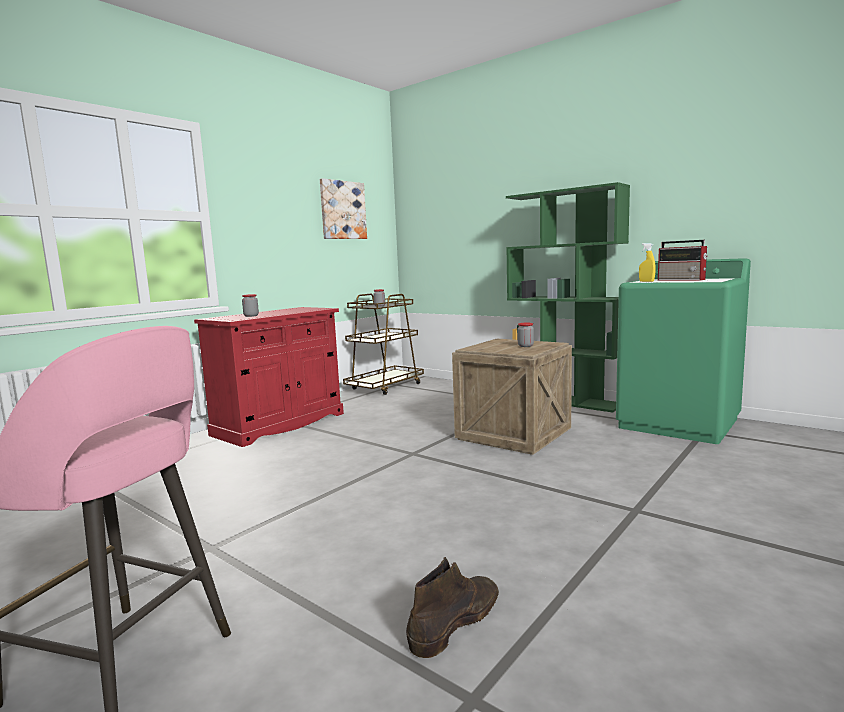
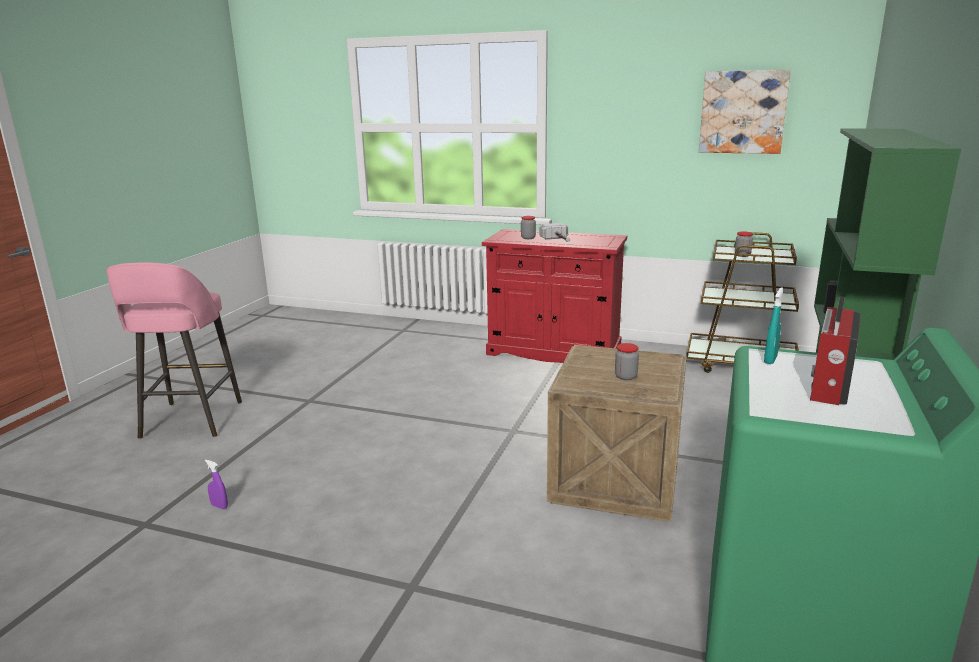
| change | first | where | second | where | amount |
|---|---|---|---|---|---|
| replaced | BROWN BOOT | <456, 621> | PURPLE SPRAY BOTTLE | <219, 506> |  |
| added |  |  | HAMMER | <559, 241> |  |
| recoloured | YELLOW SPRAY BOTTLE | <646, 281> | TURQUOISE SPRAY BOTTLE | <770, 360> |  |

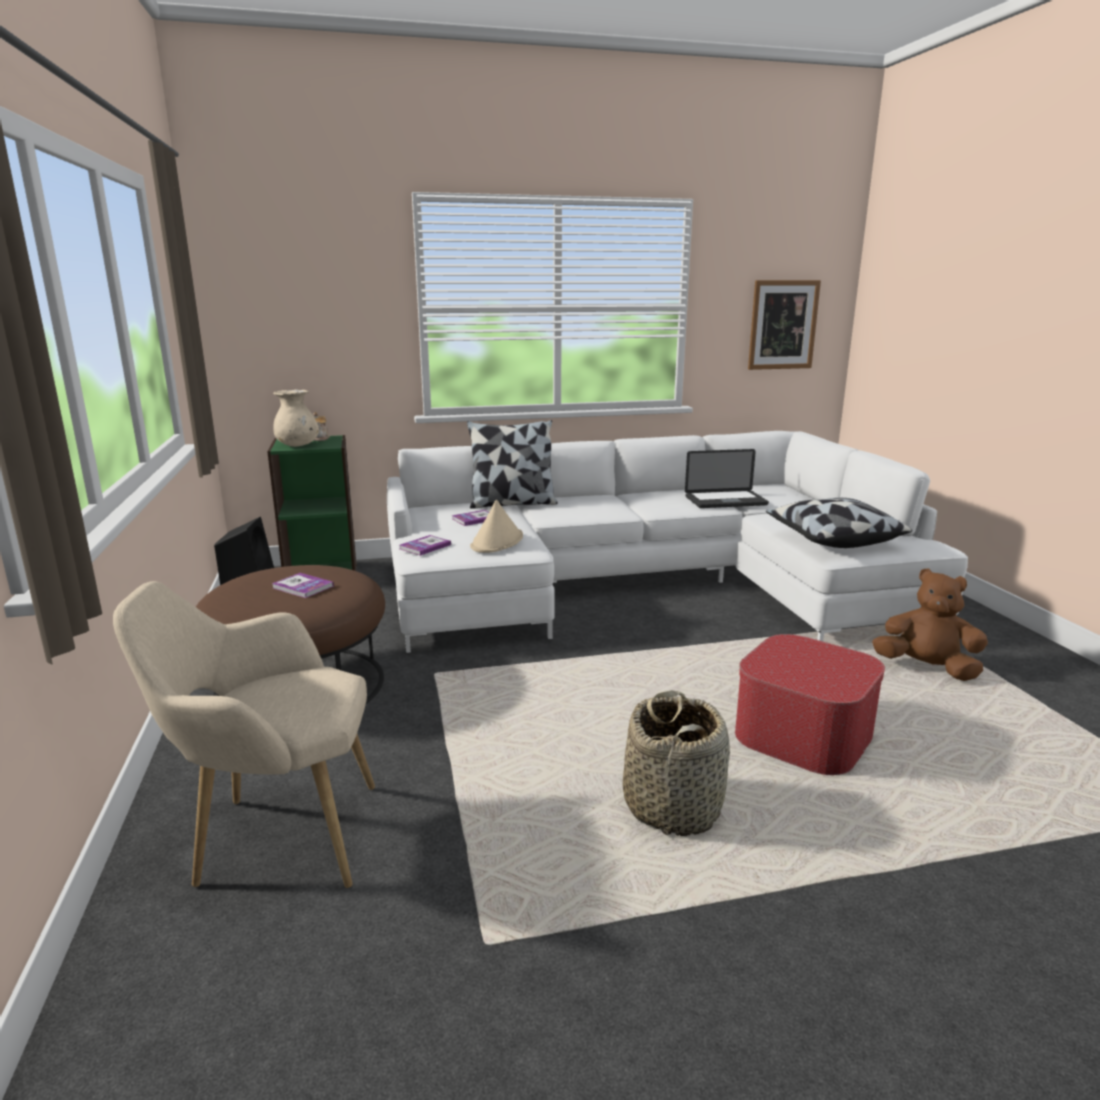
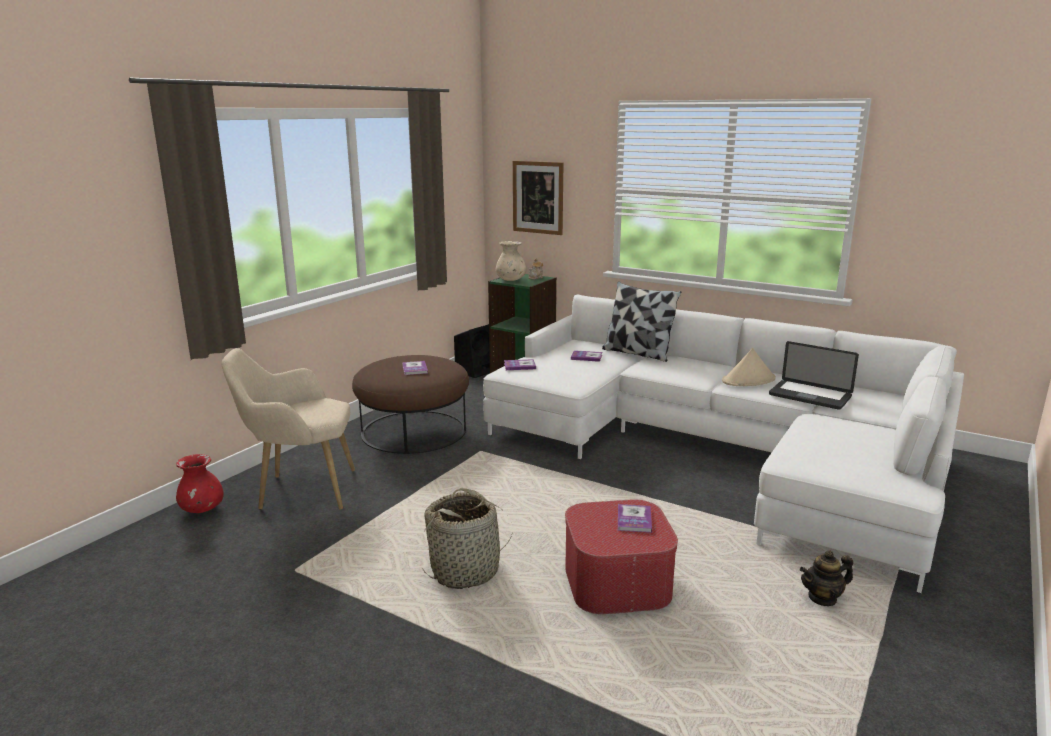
| change | first | where | second | where | amount |
|---|---|---|---|---|---|
| added |  |  | RED VASE | <202, 509> |  |
| turned | BEIGE ARMCHAIR | <276, 837> |  | <300, 490> | 45 degrees counterclockwise |
| moved | PICTURE | <783, 325> |  | <538, 197> |  |
| added |  |  | BOOK | <634, 520> |  |
| moved | BEIGE HAT | <497, 542> |  | <748, 380> |  |
| replaced | BROWN PLUSH TOY | <926, 668> | TEAPOT | <823, 599> |  |
| removed | PILLOW | <832, 539> |  |  |  |

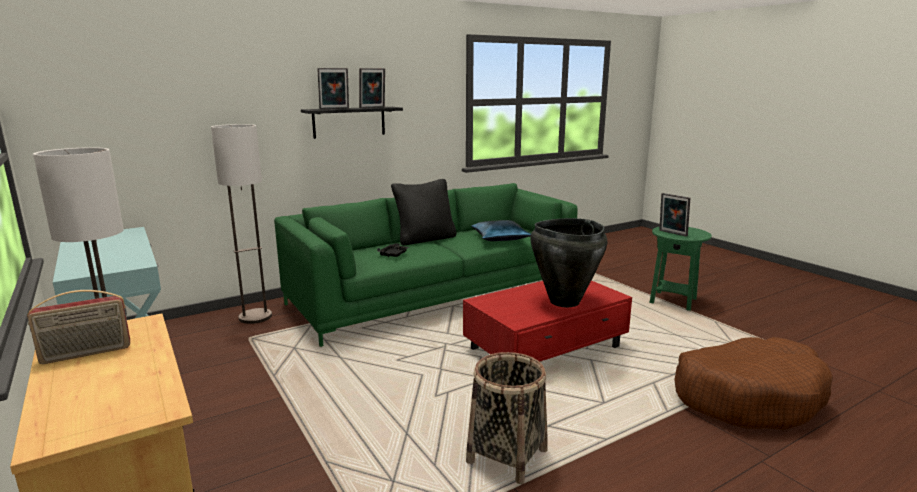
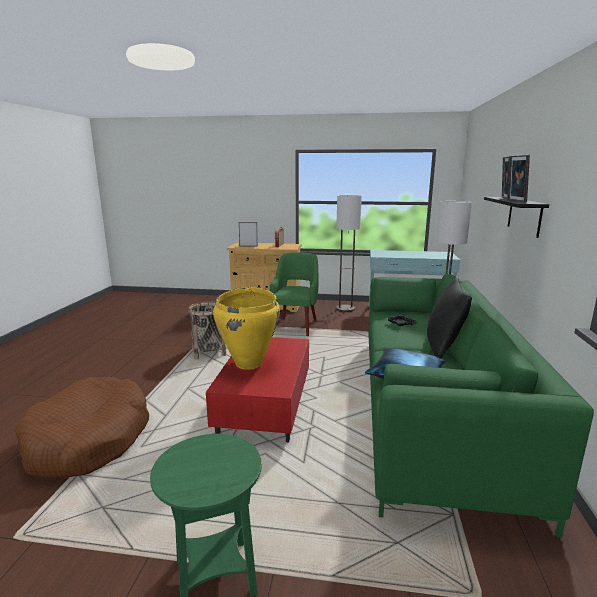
| change | first | where | second | where | amount |
|---|---|---|---|---|---|
| recoloured | BLACK VASE | <564, 301> | YELLOW VASE | <249, 364> |  |
| moved | PICTURE FRAME | <672, 233> |  | <248, 246> |  |
| added |  |  | GREEN ARMCHAIR | <295, 326> |  |

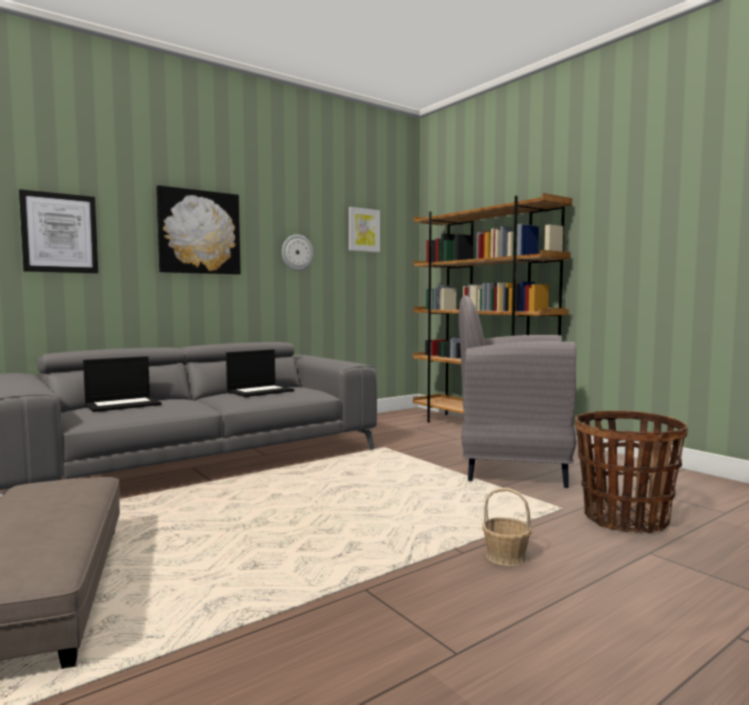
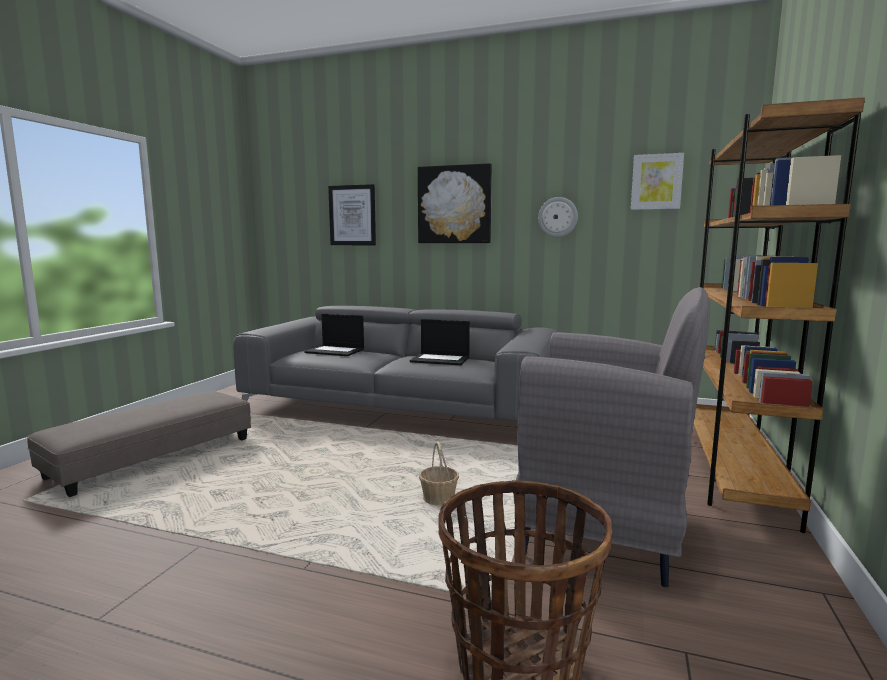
| change | first | where | second | where | amount |
|---|---|---|---|---|---|
| moved | BASKET | <506, 557> |  | <438, 499> |  |
| turned | GREY ARMCHAIR | <511, 468> |  | <603, 531> | 135 degrees clockwise |

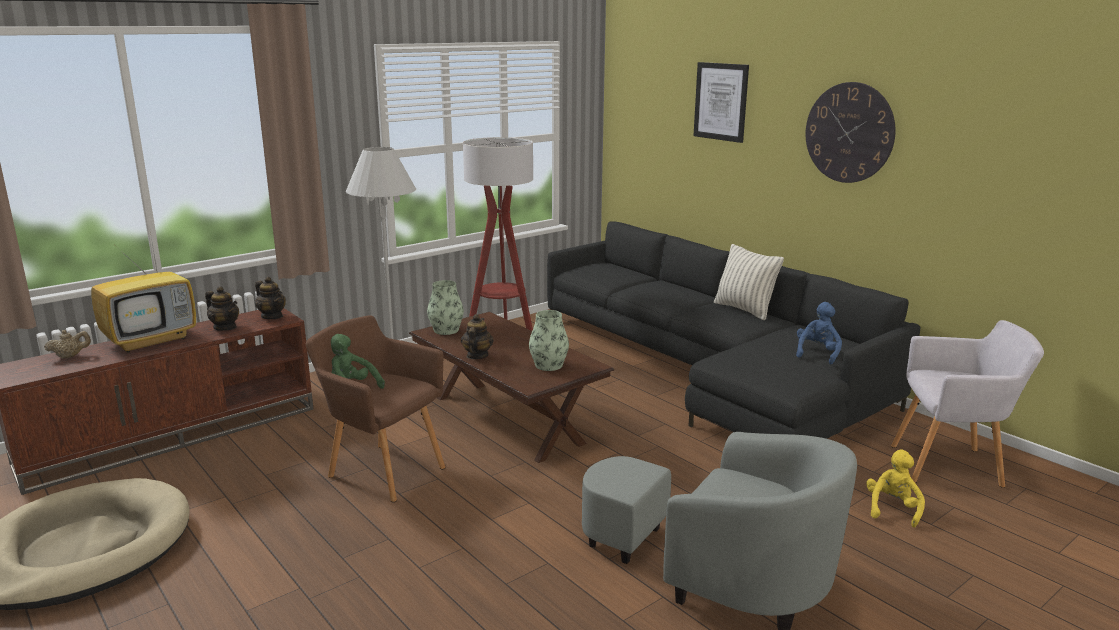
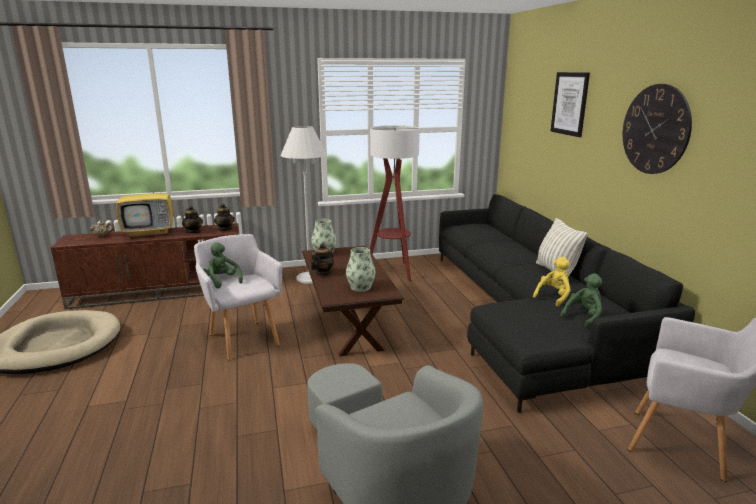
| change | first | where | second | where | amount |
|---|---|---|---|---|---|
| recoloured | BROWN ARMCHAIR | <383, 470> | GREY ARMCHAIR | <243, 338> |  |
| moved | YELLOW PLUSH TOY | <892, 509> |  | <553, 297> |  |
| recoloured | BLUE PLUSH TOY | <817, 353> | GREEN PLUSH TOY | <583, 317> |  |

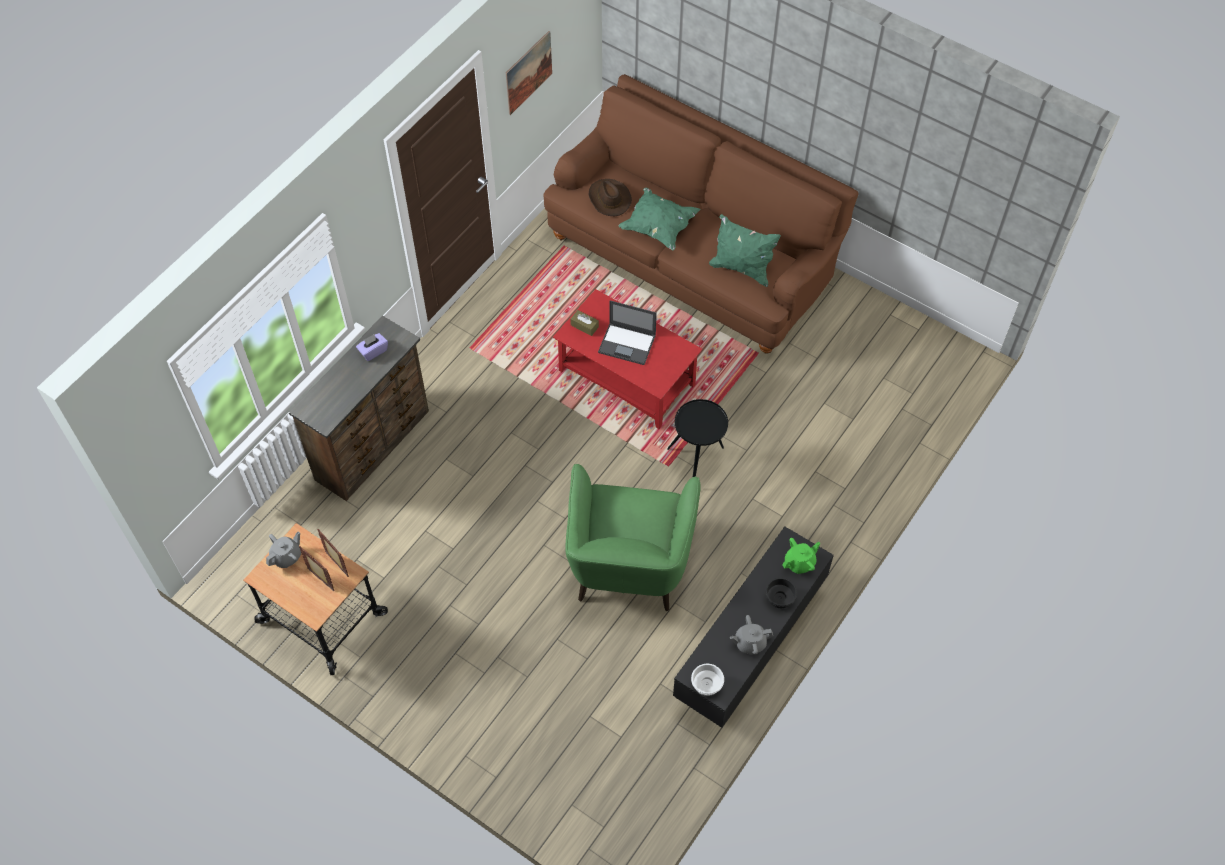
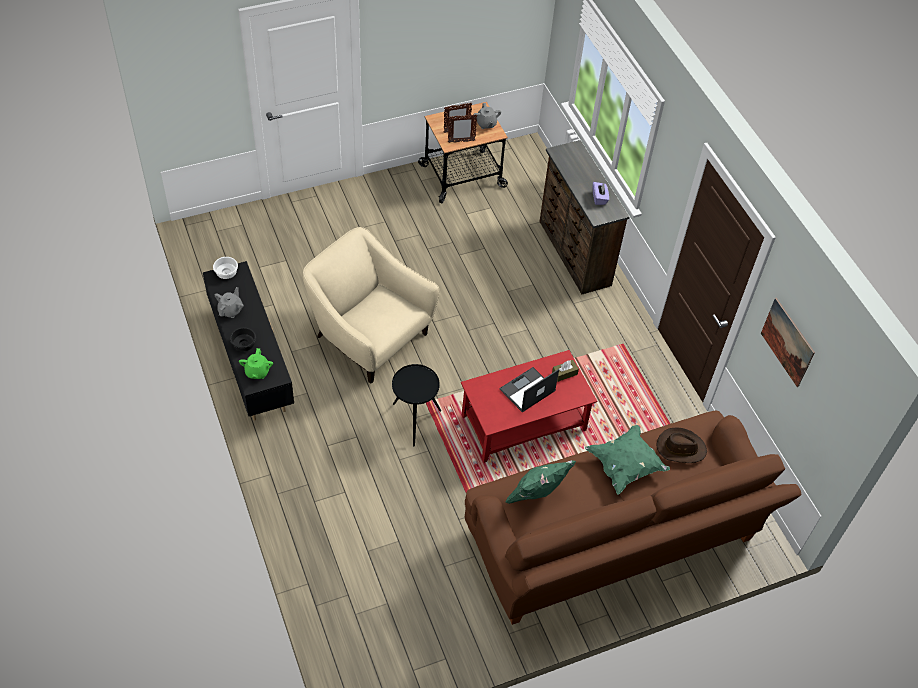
| change | first | where | second | where | amount |
|---|---|---|---|---|---|
| recoloured | GREEN ARMCHAIR | <628, 563> | BEIGE ARMCHAIR | <369, 336> |  |

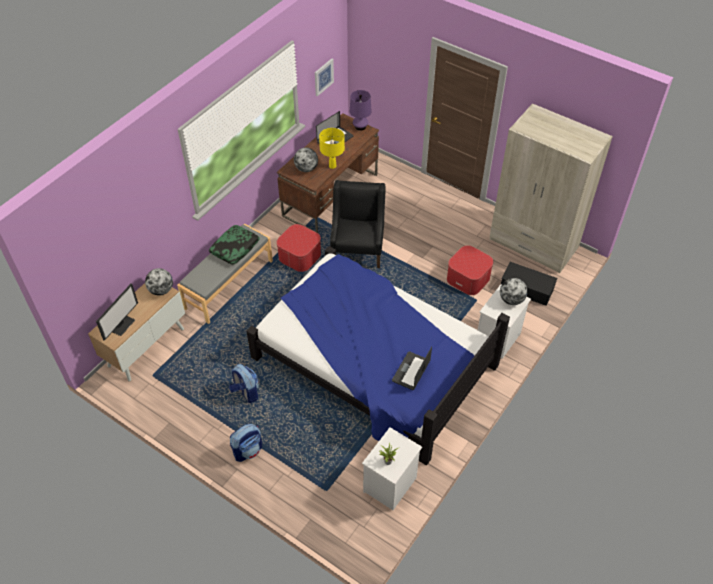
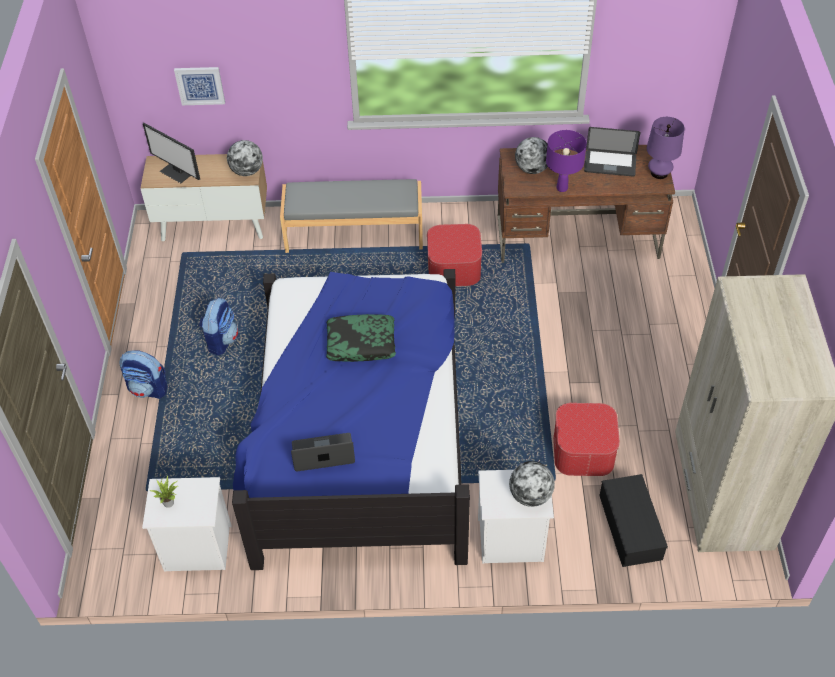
| change | first | where | second | where | amount |
|---|---|---|---|---|---|
| turned | MONITOR | <122, 325> |  | <177, 172> | 45 degrees clockwise |
| moved | PICTURE | <323, 77> |  | <200, 85> |  |
| moved | PILLOW | <235, 248> |  | <361, 343> |  |
| recoloured | YELLOW TABLE LAMP | <332, 166> | PURPLE TABLE LAMP | <562, 188> |  |
| removed | BLACK ARMCHAIR | <358, 249> |  |  |  |

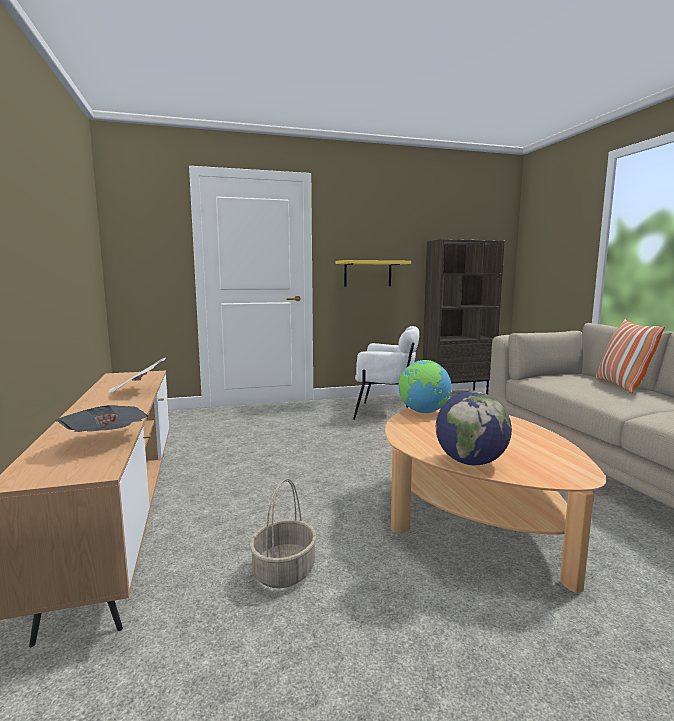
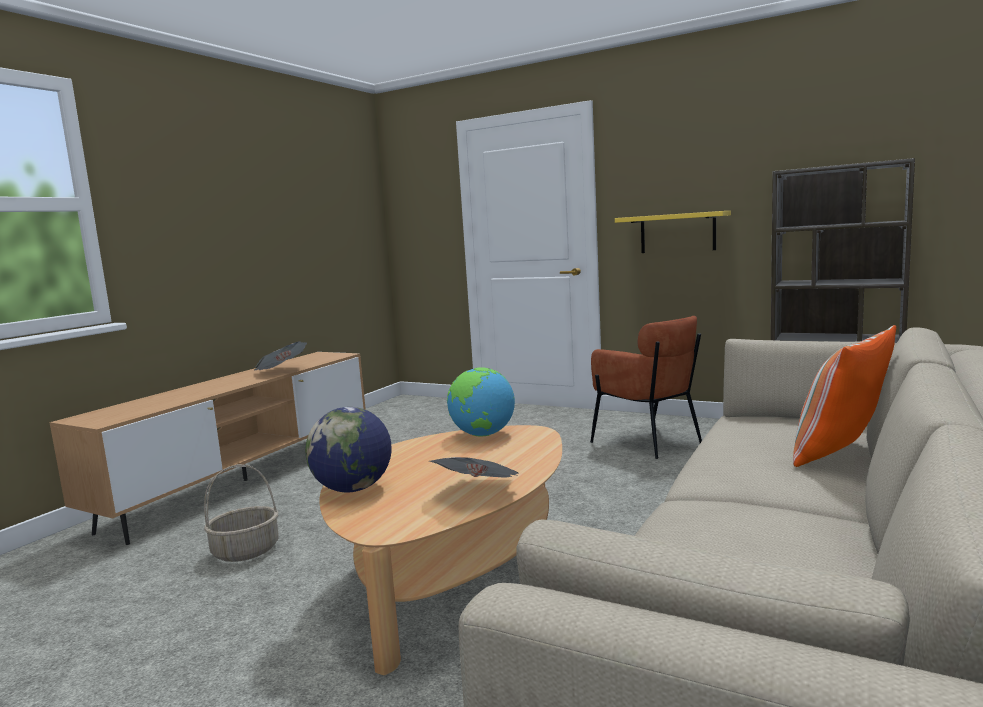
| change | first | where | second | where | amount |
|---|---|---|---|---|---|
| moved | NEWSPAPER | <107, 441> |  | <479, 492> |  |
| recoloured | WHITE ARMCHAIR | <385, 412> | BROWN ARMCHAIR | <649, 442> |  |

